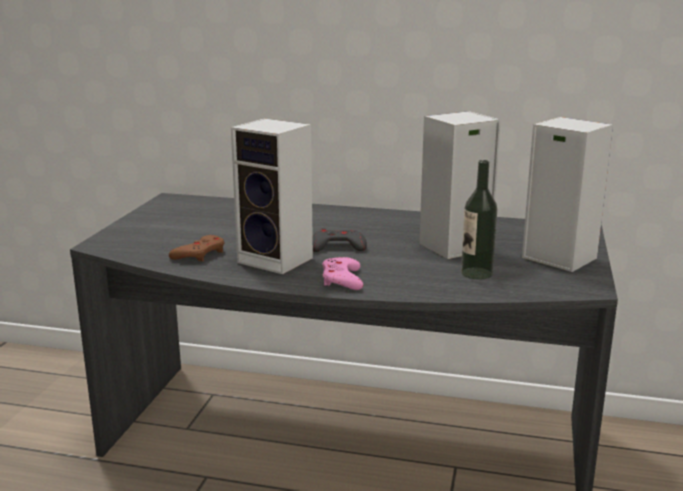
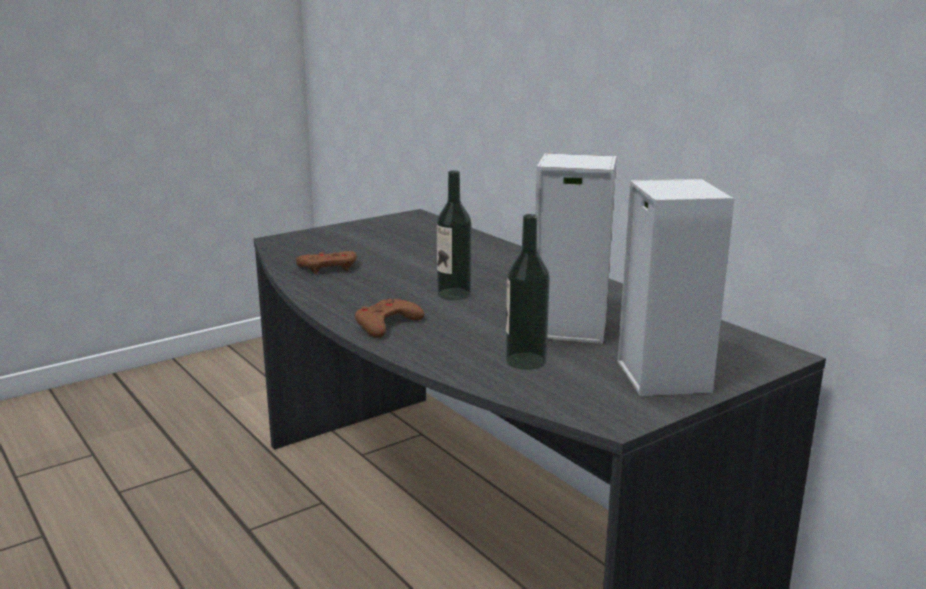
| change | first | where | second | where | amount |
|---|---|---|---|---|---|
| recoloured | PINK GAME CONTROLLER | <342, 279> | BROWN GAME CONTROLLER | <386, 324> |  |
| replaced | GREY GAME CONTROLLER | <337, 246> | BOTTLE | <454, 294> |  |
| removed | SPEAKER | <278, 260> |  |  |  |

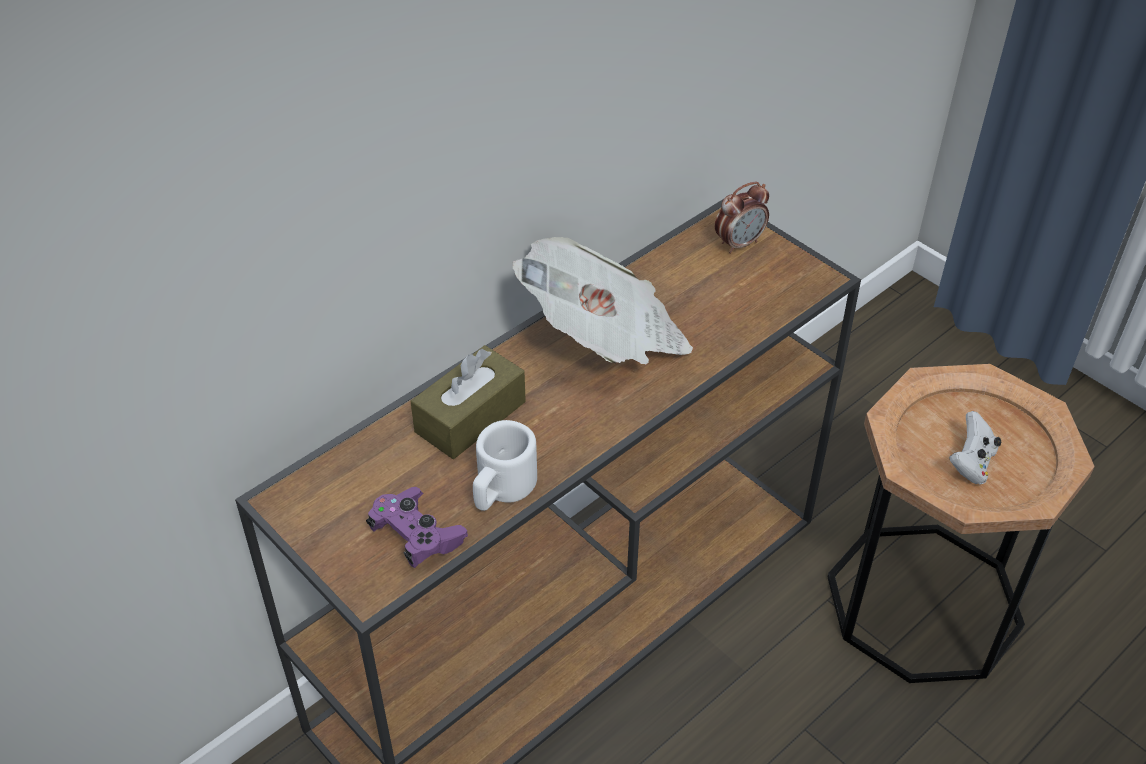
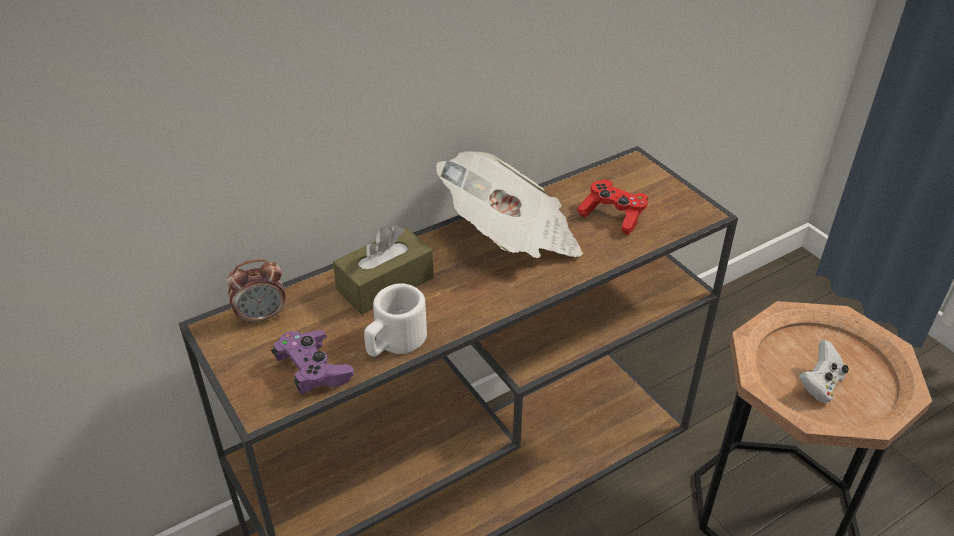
| change | first | where | second | where | amount |
|---|---|---|---|---|---|
| moved | ALARM CLOCK | <739, 243> |  | <262, 316> |  |
| added |  |  | RED GAME CONTROLLER | <613, 216> |  |

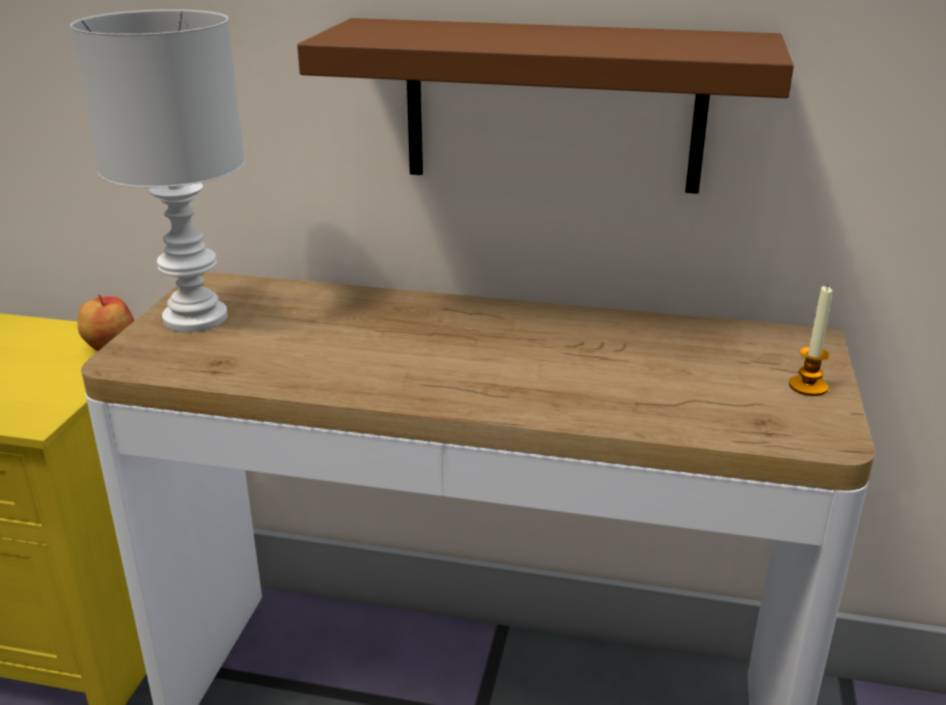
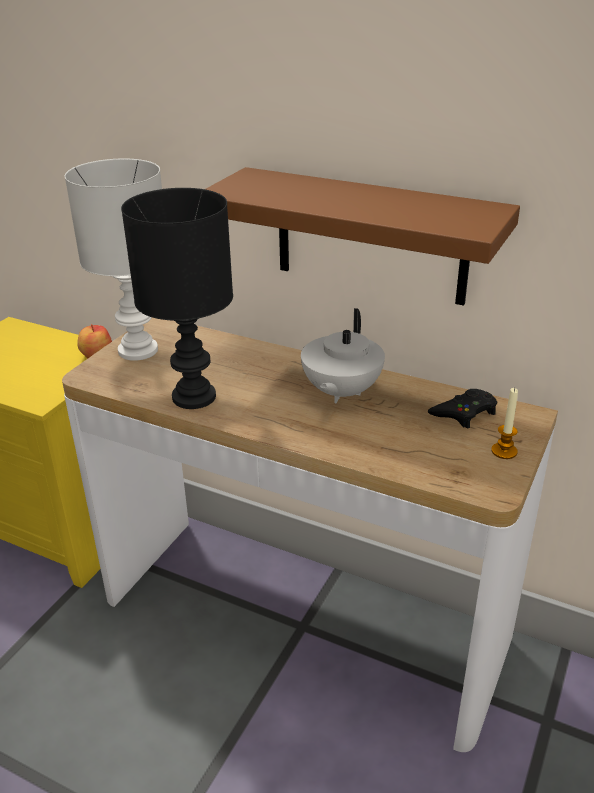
| change | first | where | second | where | amount |
|---|---|---|---|---|---|
| added |  |  | BLACK TABLE LAMP | <195, 398> |  |
| added |  |  | WHITE TEAPOT | <340, 392> |  |
| added |  |  | BLACK GAME CONTROLLER | <464, 413> |  |

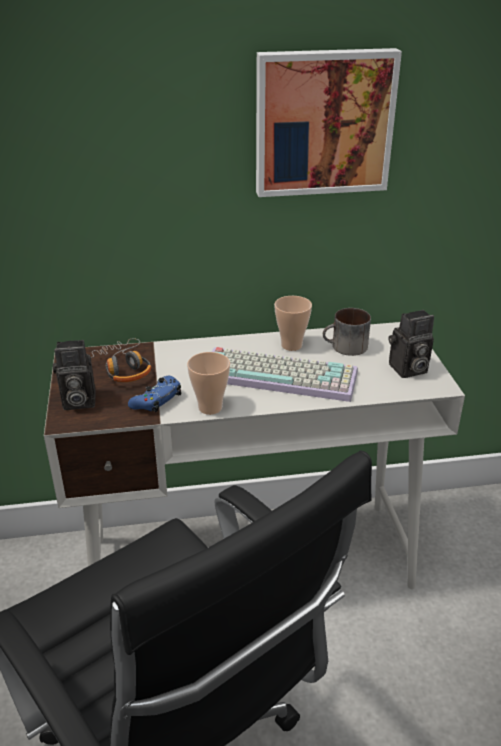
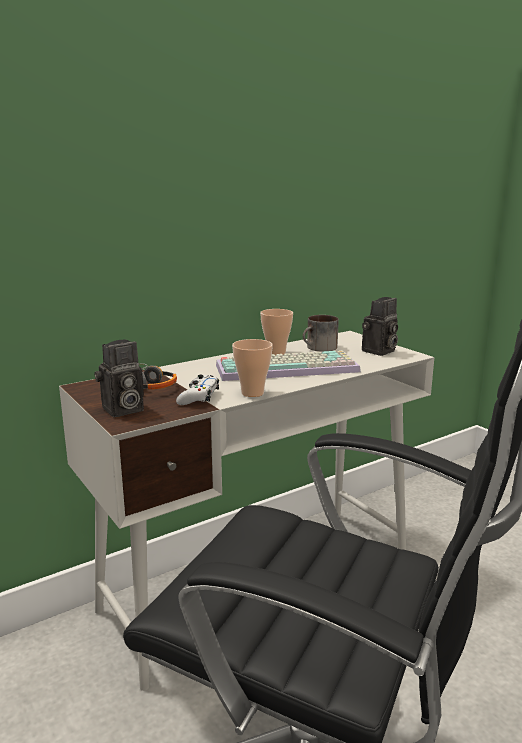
| change | first | where | second | where | amount |
|---|---|---|---|---|---|
| recoloured | BLUE GAME CONTROLLER | <156, 400> | WHITE GAME CONTROLLER | <199, 397> |  |
| removed | PICTURE | <323, 122> |  |  |  |

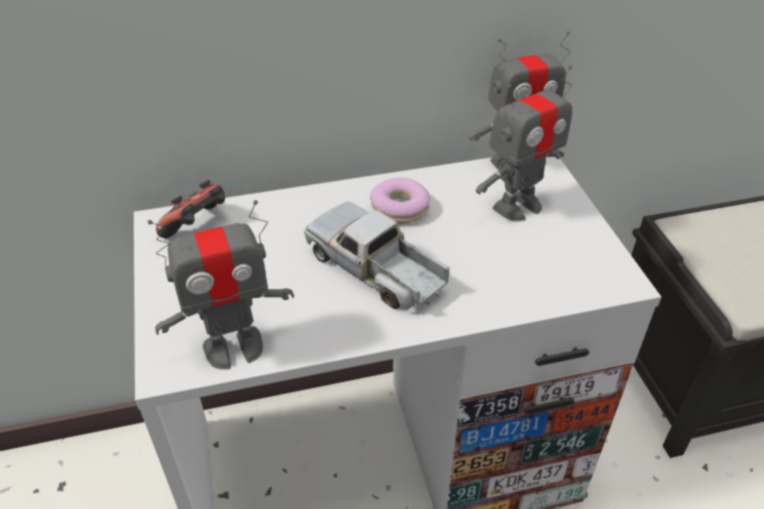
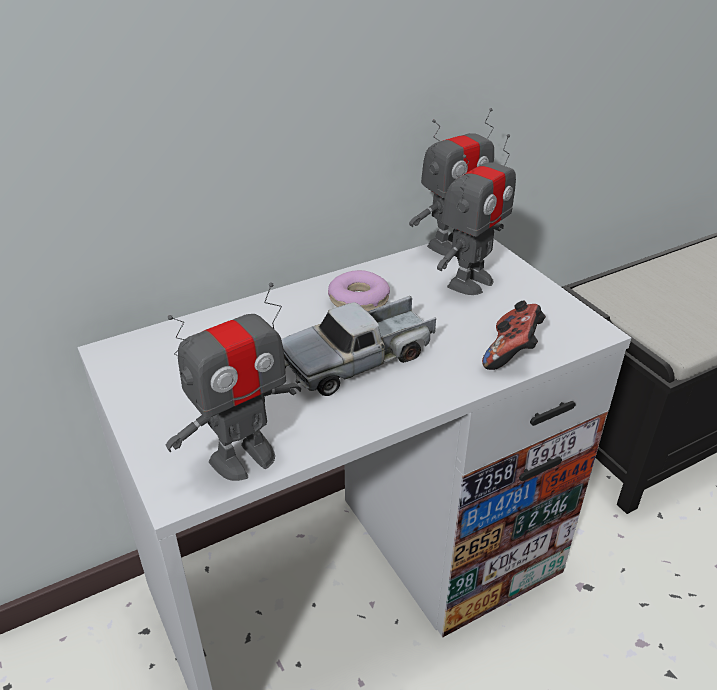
| change | first | where | second | where | amount |
|---|---|---|---|---|---|
| turned | TOY TRUCK | <376, 269> |  | <360, 359> | 60 degrees counterclockwise |
| moved | GAME CONTROLLER | <198, 227> |  | <512, 353> |  |

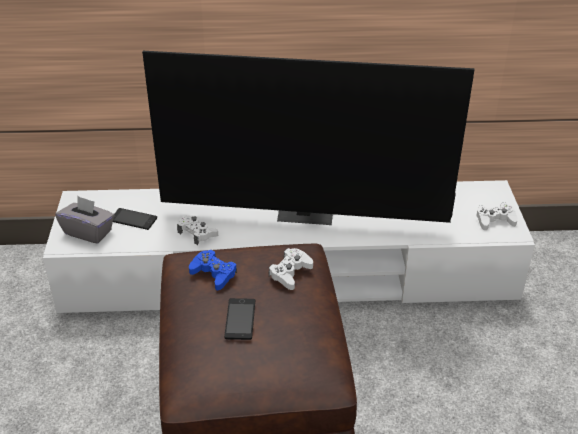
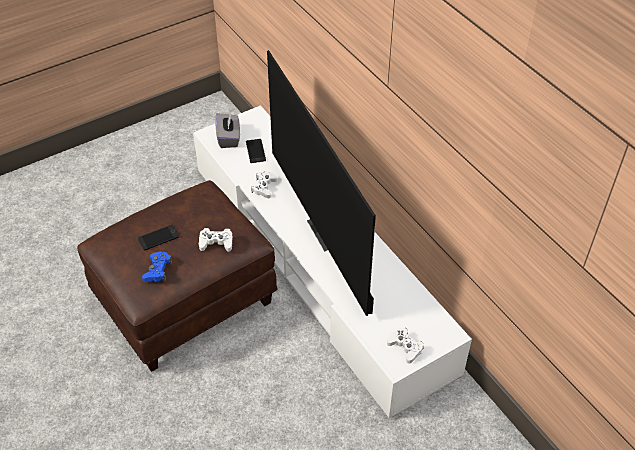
| change | first | where | second | where | amount |
|---|---|---|---|---|---|
| moved | BLUE GAME CONTROLLER | <213, 274> |  | <157, 270> |  |

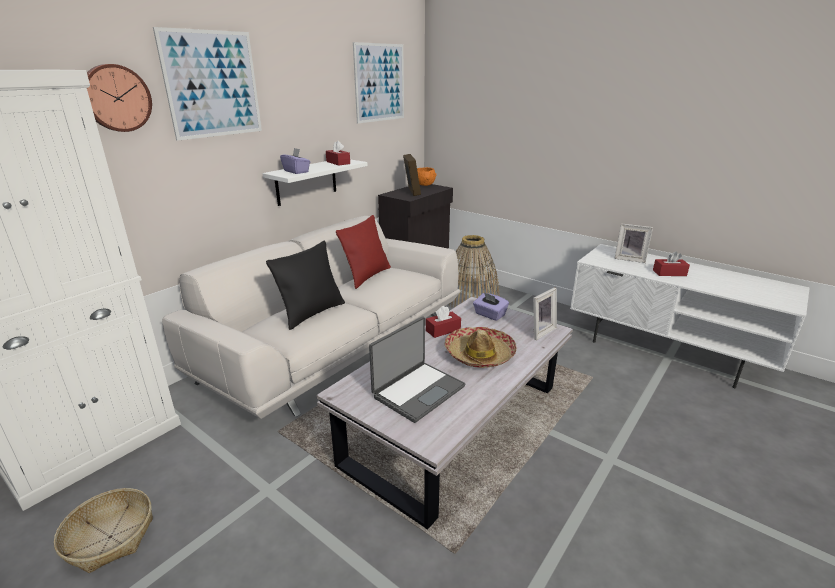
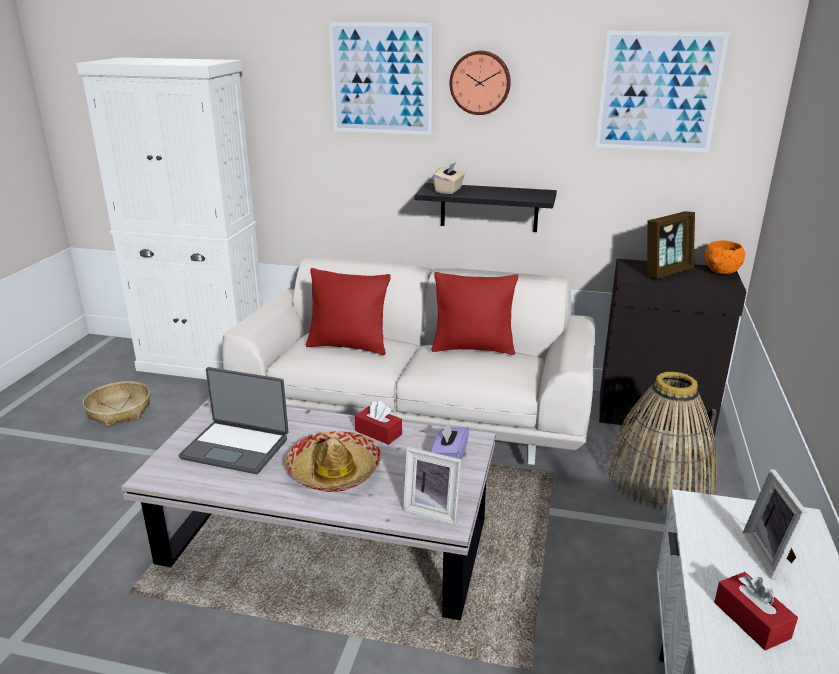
| change | first | where | second | where | amount |
|---|---|---|---|---|---|
| recoloured | BLACK PILLOW | <312, 313> | RED PILLOW | <348, 346> |  |
| recoloured | WHITE SHELF | <306, 181> | BLACK SHELF | <489, 207> |  |
| recoloured | PURPLE TISSUE BOX | <296, 171> | BEIGE TISSUE BOX | <449, 190> |  |
| moved | WALL CLOCK | <116, 98> |  | <480, 82> |  |
| removed | RED TISSUE BOX | <338, 163> |  |  |  |

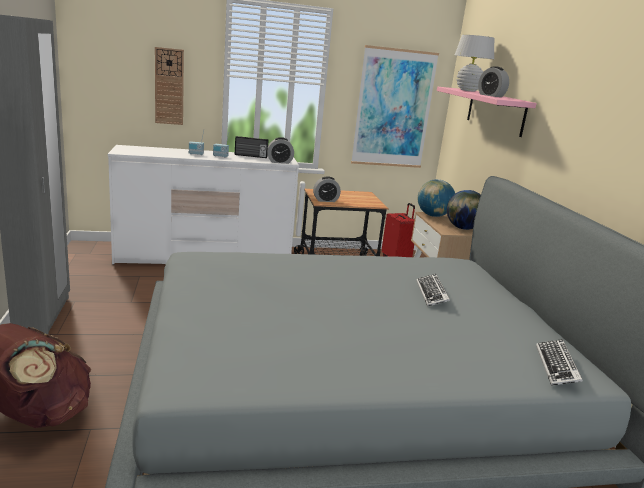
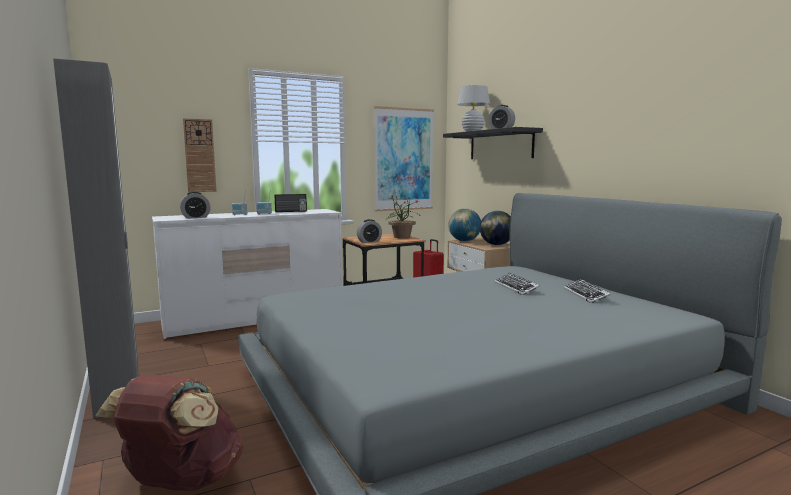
| change | first | where | second | where | amount |
|---|---|---|---|---|---|
| moved | ALARM CLOCK | <279, 162> |  | <196, 217> |  |
| added |  |  | POTTED PLANT | <402, 237> |  |
| recoloured | PINK SHELF | <495, 111> | BLACK SHELF | <500, 145> |  |
| moved | KEYBOARD | <556, 366> |  | <586, 295> |  |

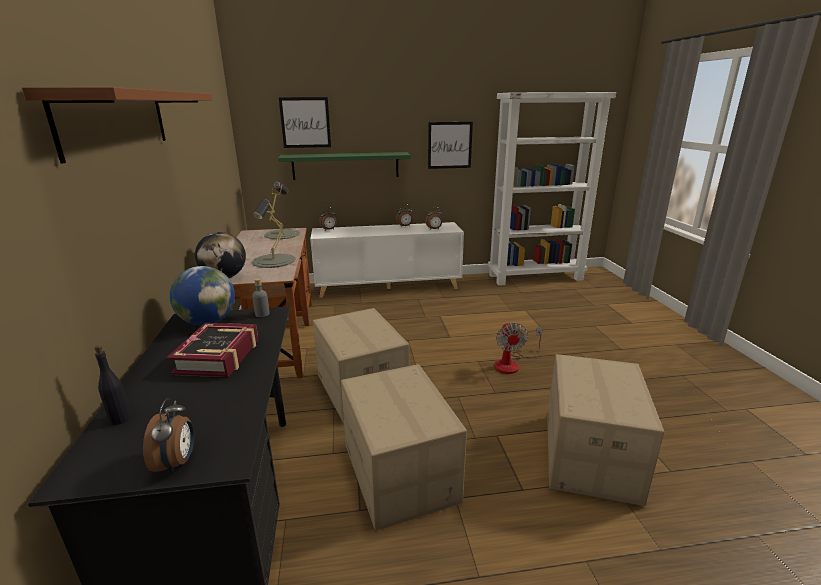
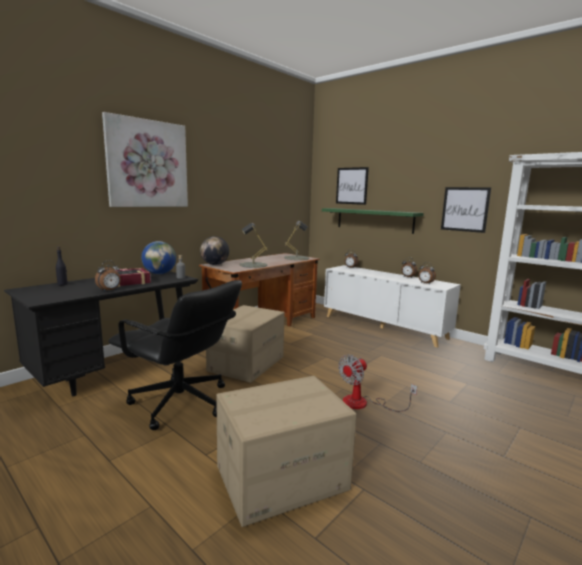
| change | first | where | second | where | amount |
|---|---|---|---|---|---|
| moved | ALARM CLOCK | <177, 462> |  | <109, 290> |  |
| replaced | BROWN SHELF | <117, 121> | PICTURE | <148, 164> |  |
| replaced | CARDBOARD BOX | <401, 472> | BLACK OFFICE CHAIR | <180, 403> |  |

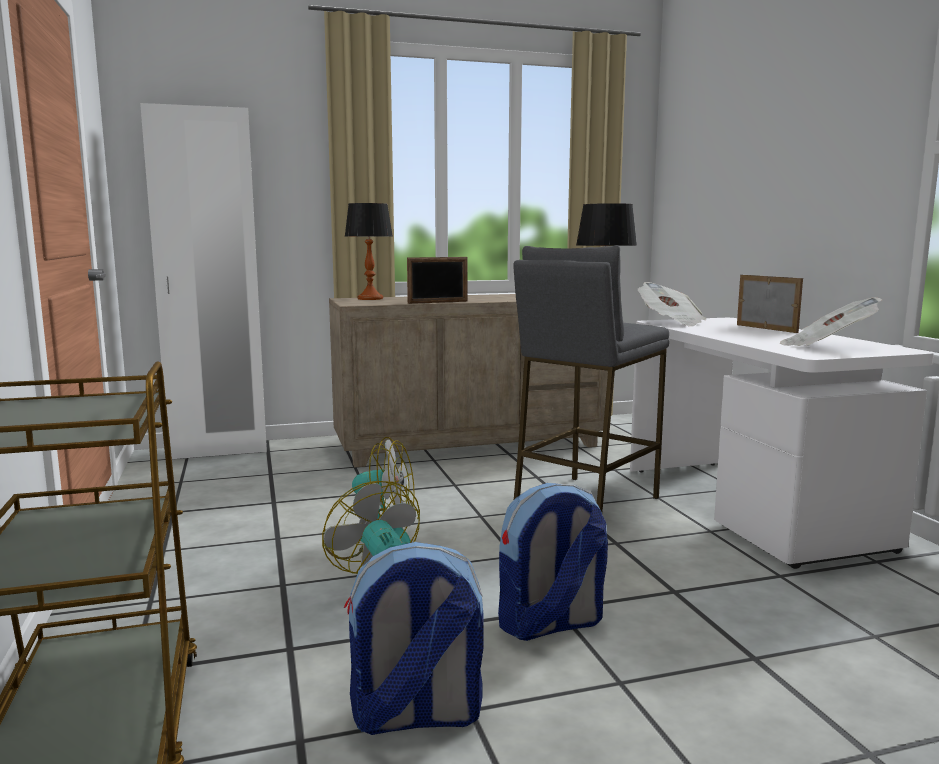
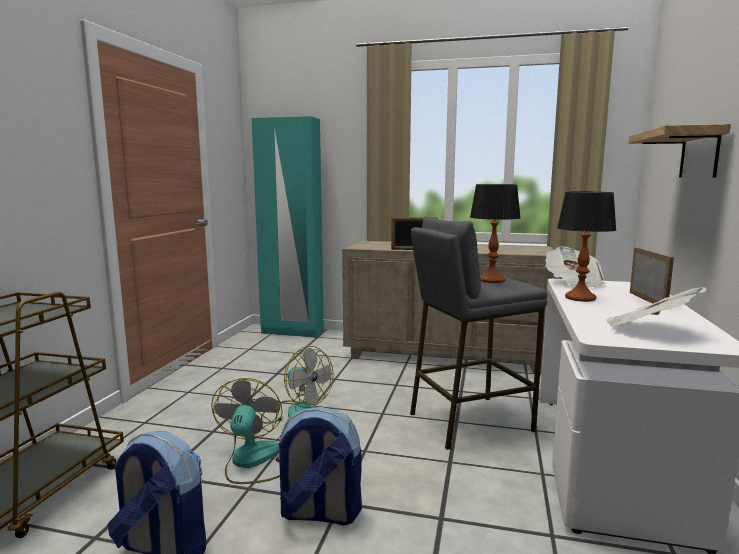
| change | first | where | second | where | amount |
|---|---|---|---|---|---|
| recoloured | WHITE WARDROBE | <219, 451> | TURQUOISE WARDROBE | <292, 332> |  |
| moved | TABLE LAMP | <370, 298> |  | <580, 298> |  |
| added |  |  | SHELF | <699, 154> |  |

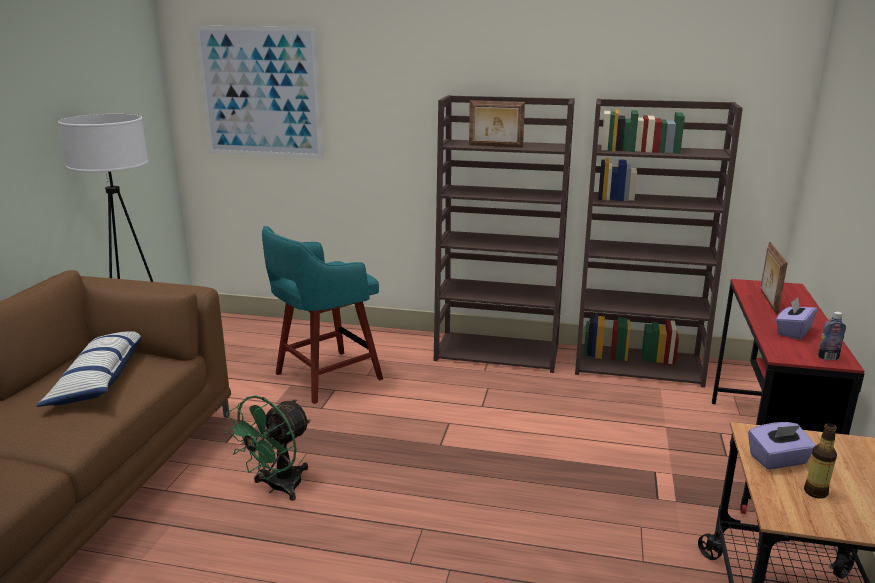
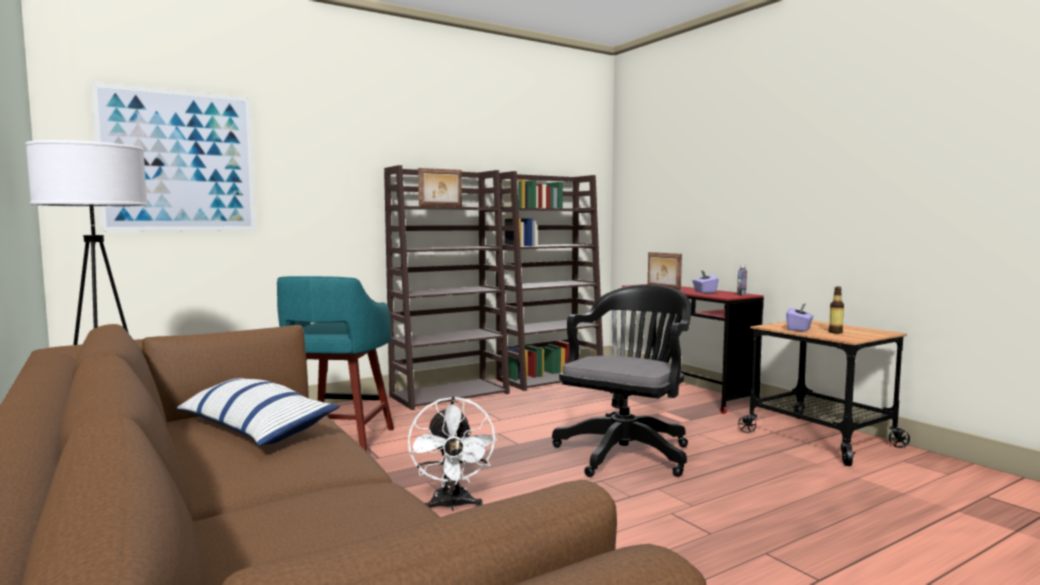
| change | first | where | second | where | amount |
|---|---|---|---|---|---|
| recoloured | GREEN FAN | <277, 488> | WHITE FAN | <452, 506> |  |
| added |  |  | BLACK OFFICE CHAIR | <626, 452> |  |

